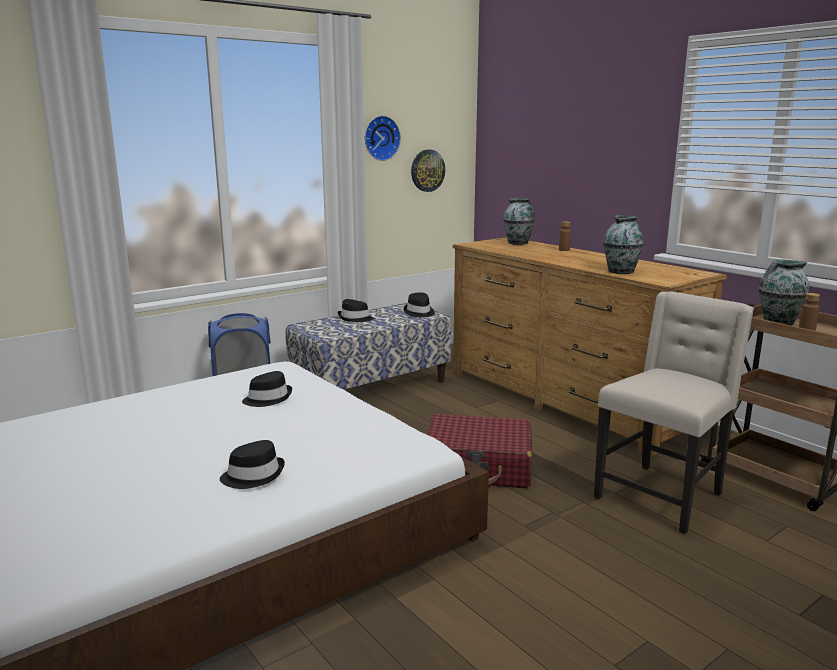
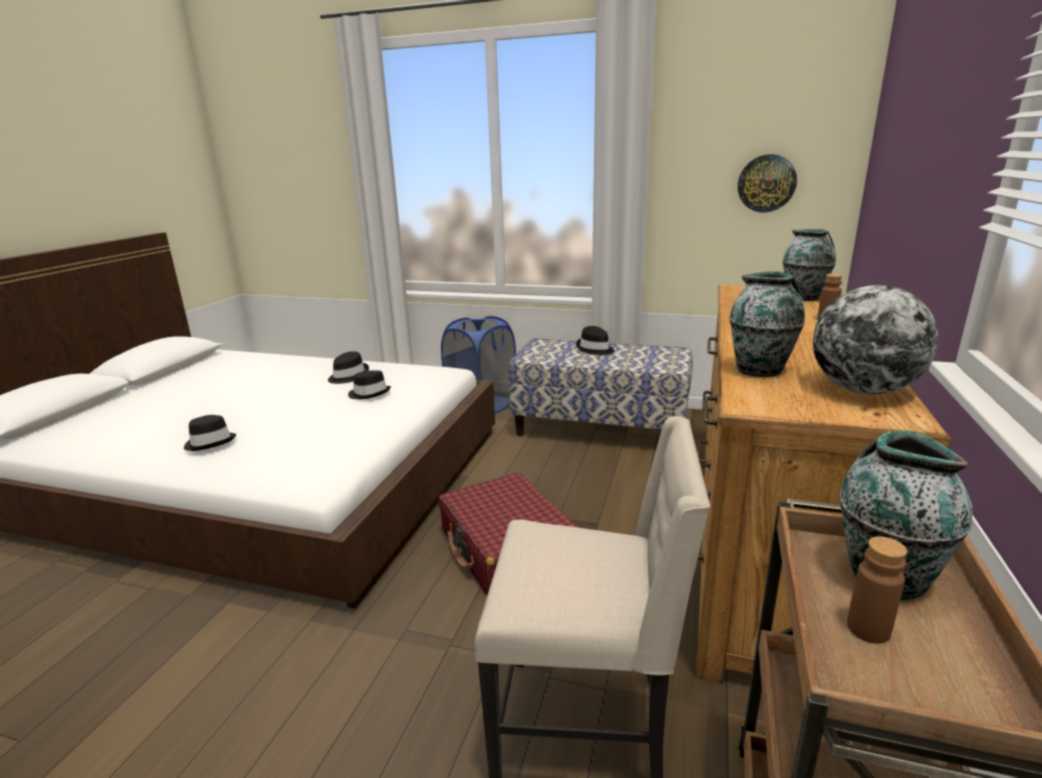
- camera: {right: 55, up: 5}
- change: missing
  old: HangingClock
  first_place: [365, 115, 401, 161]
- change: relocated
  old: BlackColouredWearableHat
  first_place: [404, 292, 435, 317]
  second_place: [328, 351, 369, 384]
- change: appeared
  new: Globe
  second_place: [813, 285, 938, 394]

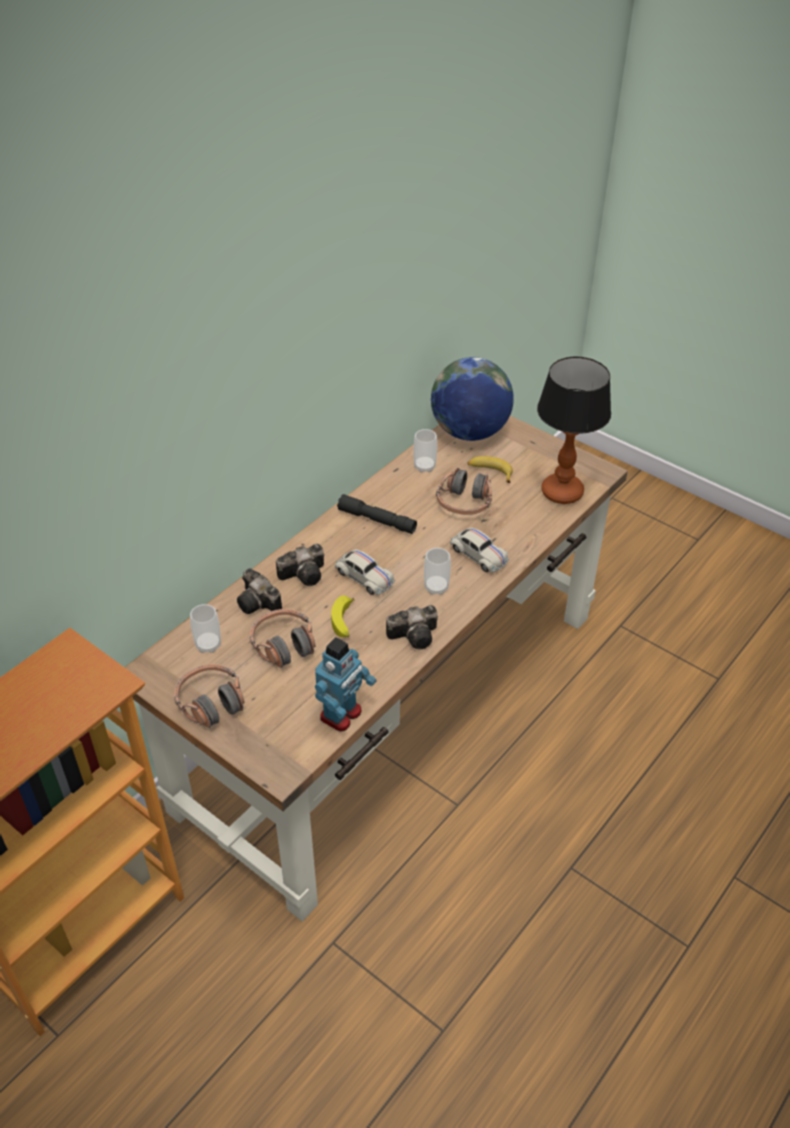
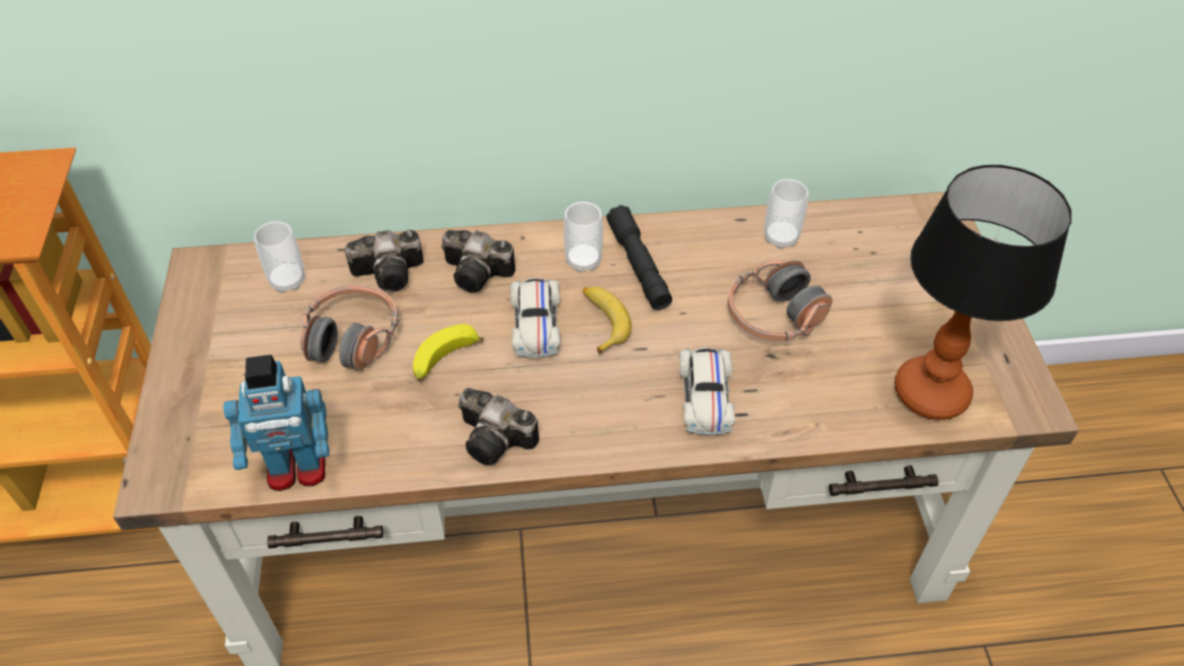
- camera: {right: 45, up: 5}
- change: missing
  old: Globe
  first_place: [431, 357, 514, 441]
- change: relocated
  old: WholeBanana
  first_place: [467, 456, 513, 483]
  second_place: [583, 287, 632, 354]
- change: relocated
  old: Cup
  first_place: [424, 548, 451, 595]
  second_place: [564, 202, 603, 273]
- change: spun
  old: StillCamera
  first_place: [237, 568, 282, 614]
  second_place: [345, 230, 424, 292]
  degrees: -105
- change: missing
  old: Headset
  first_place: [174, 664, 244, 728]

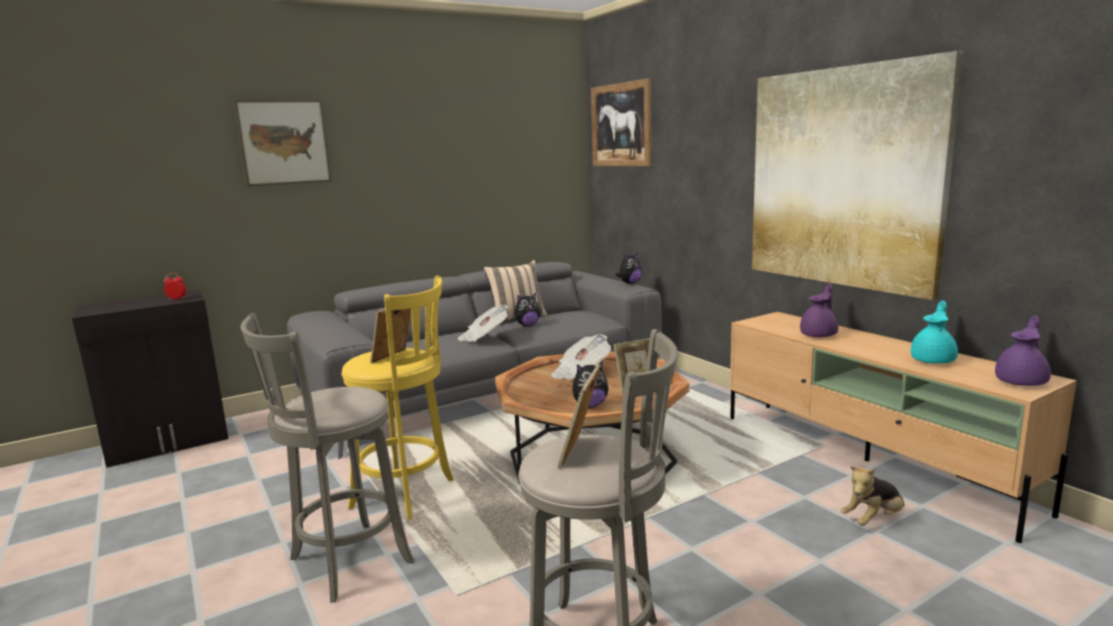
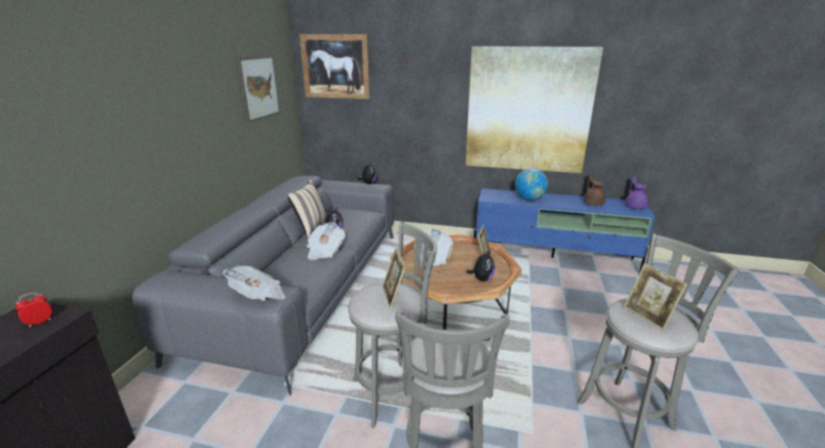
- camera: {right: -45, up: 10}
- change: relocated
  old: Picture
  first_place: [234, 100, 332, 187]
  second_place: [238, 56, 280, 122]
- change: colour
  old: YellowColouredSittingStool
  new: GraySittingStool
  first_place: [341, 275, 454, 520]
  second_place: [348, 221, 437, 428]
- change: exchanged
  old: PurplishPotForTea
  new: Globe
  first_place: [800, 283, 838, 337]
  second_place: [515, 168, 548, 201]
- change: colour
  old: BlueGreenPotForTea
  new: BrownPotForTea
  first_place: [911, 300, 958, 364]
  second_place: [584, 173, 606, 206]
- change: colour
  old: SandColouredTvStand
  new: BluishTvStand
  first_place: [730, 312, 1077, 543]
  second_place: [474, 188, 655, 273]
- change: missing
  old: CuddlyToy
  first_place: [841, 466, 904, 526]
- change: appeared
  new: DailyPaper
  second_place: [223, 266, 285, 301]

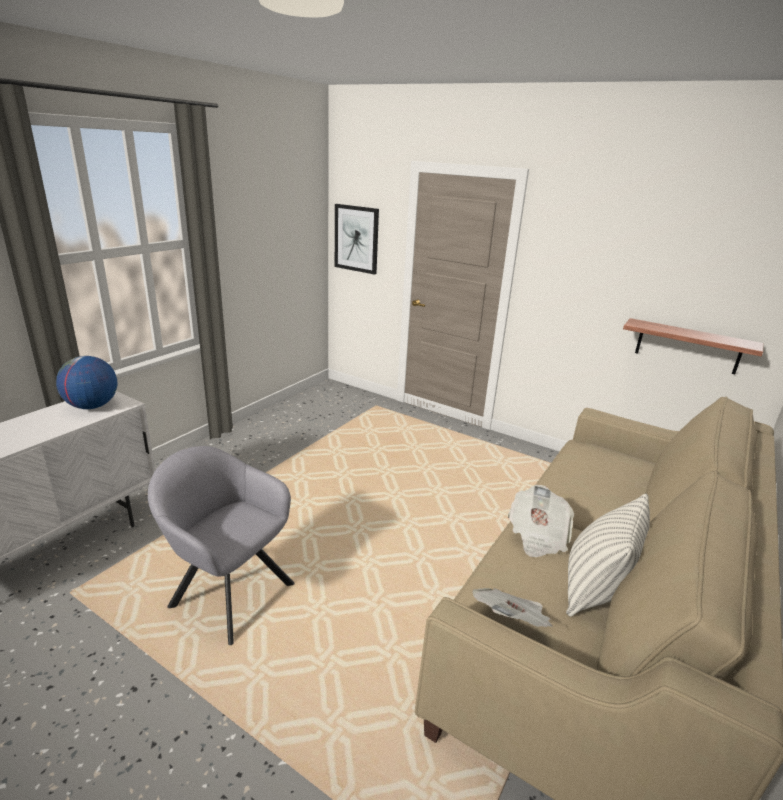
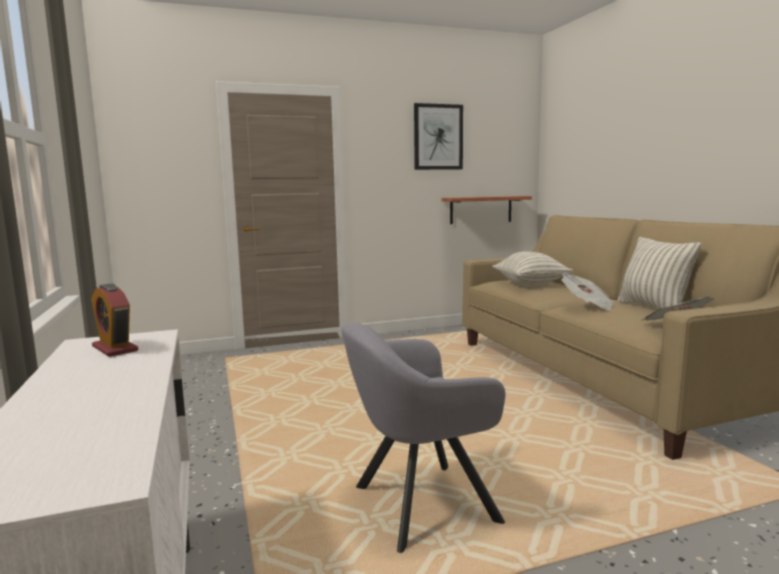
- camera: {right: -50, up: -15}
- change: relocated
  old: Picture
  first_place: [335, 204, 379, 275]
  second_place: [414, 103, 463, 170]
- change: exchanged
  old: Globe
  new: TableClock
  first_place: [56, 356, 117, 409]
  second_place: [91, 284, 138, 357]
- change: appeared
  new: Cushion
  second_place: [492, 252, 573, 287]

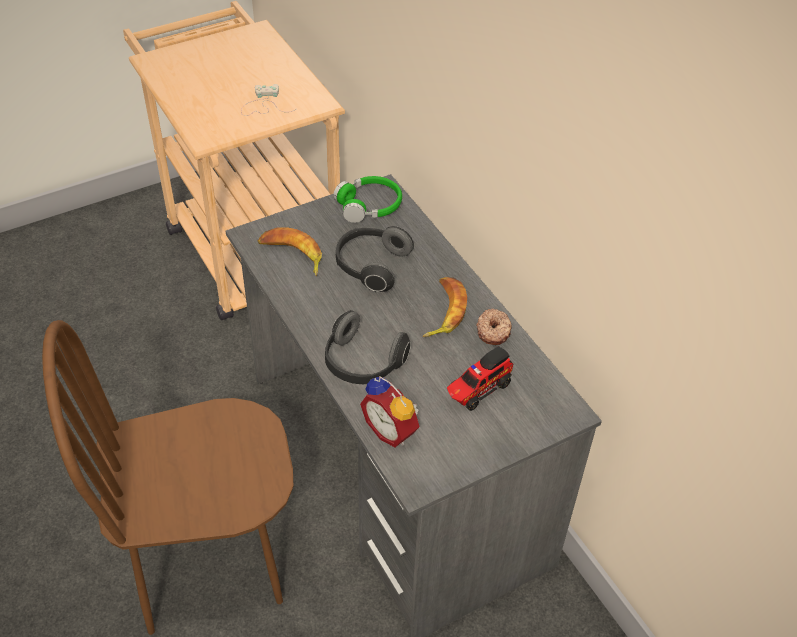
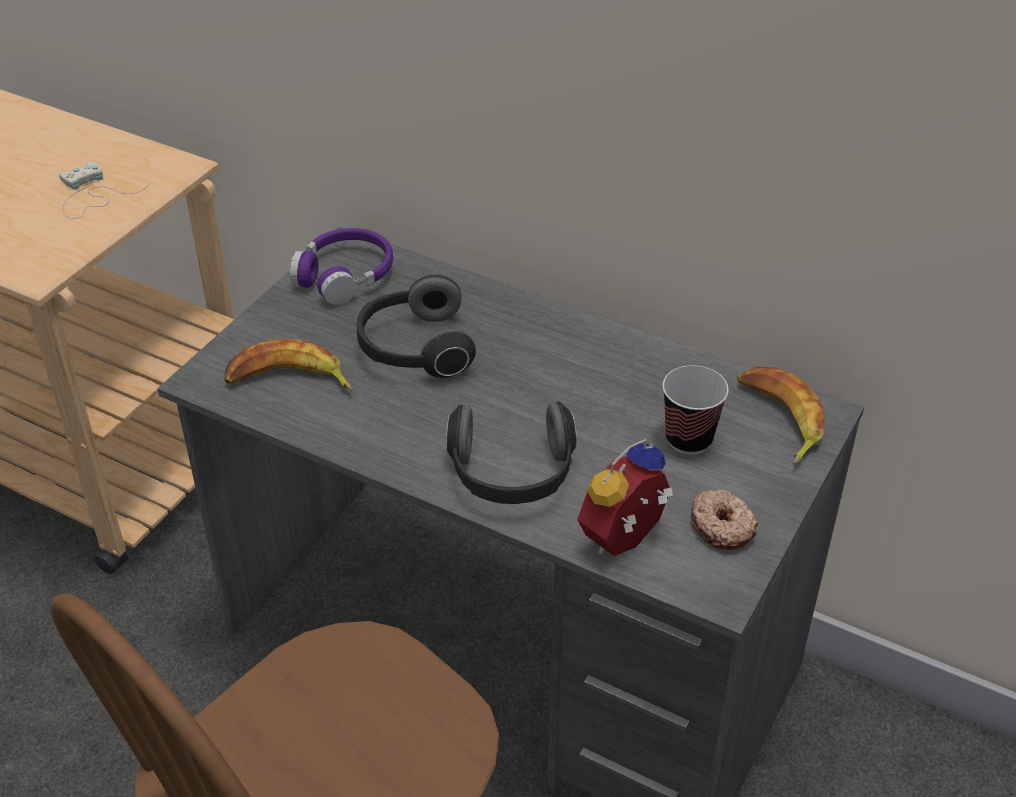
- camera: {right: -30, up: -5}
- change: colour
  old: GreenishHeadset
  new: PurplishHeadset
  first_place: [333, 176, 402, 223]
  second_place: [290, 228, 393, 305]
- change: relocated
  old: WholeBanana
  first_place: [423, 277, 467, 337]
  second_place: [737, 367, 825, 465]
- change: relocated
  old: RingDoughnut
  first_place: [476, 308, 512, 345]
  second_place: [691, 490, 758, 550]
- change: exchanged
  old: ToyLorry
  new: Cup
  first_place: [447, 346, 513, 411]
  second_place: [662, 365, 729, 455]
- change: spun
  old: TableClock
  first_place: [360, 376, 420, 447]
  second_place: [577, 439, 673, 556]
  degrees: 120

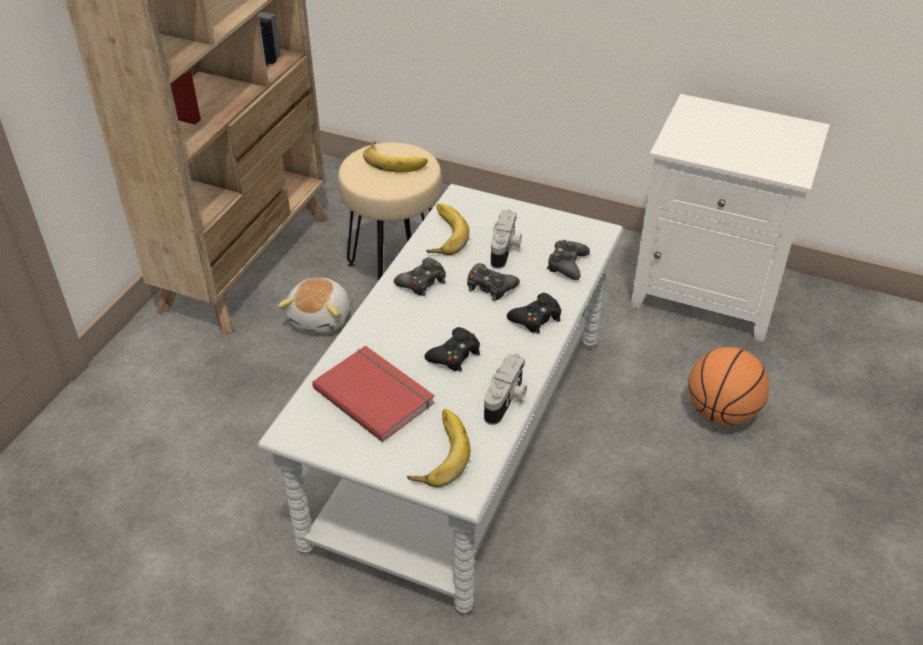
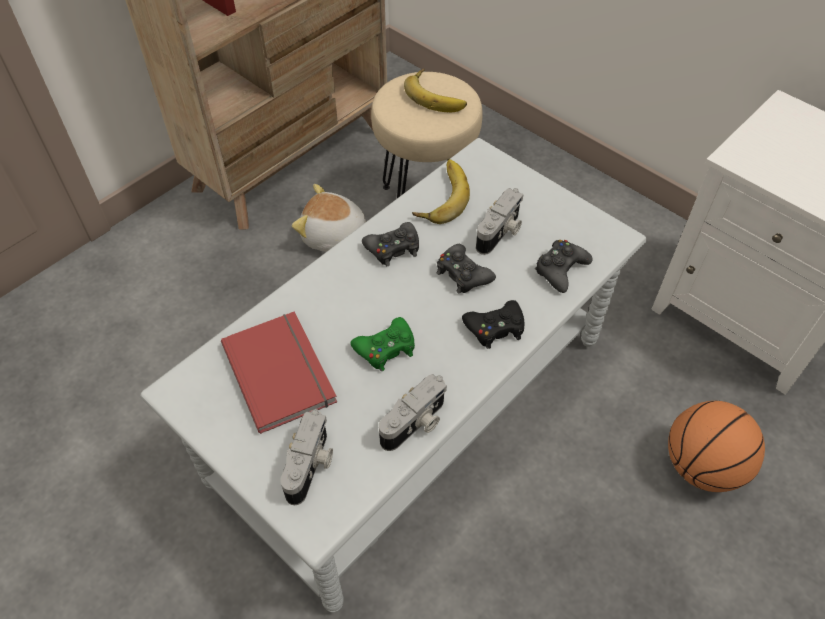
- camera: {right: 20, up: 10}
- change: spun
  old: CuddlyToy
  first_place: [278, 278, 349, 333]
  second_place: [292, 184, 366, 252]
  degrees: 75
- change: colour
  old: BlackColouredGameController
  new: GreenishGameController
  first_place: [425, 327, 480, 371]
  second_place: [351, 317, 415, 371]
- change: exchanged
  old: WholeBanana
  new: StillCamera
  first_place: [407, 409, 470, 487]
  second_place: [280, 409, 333, 505]

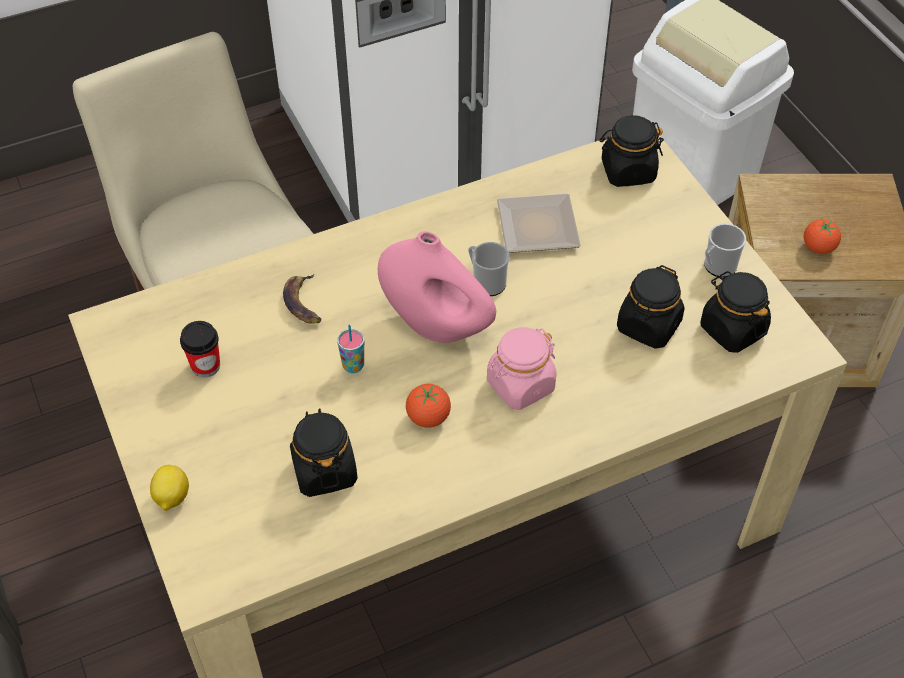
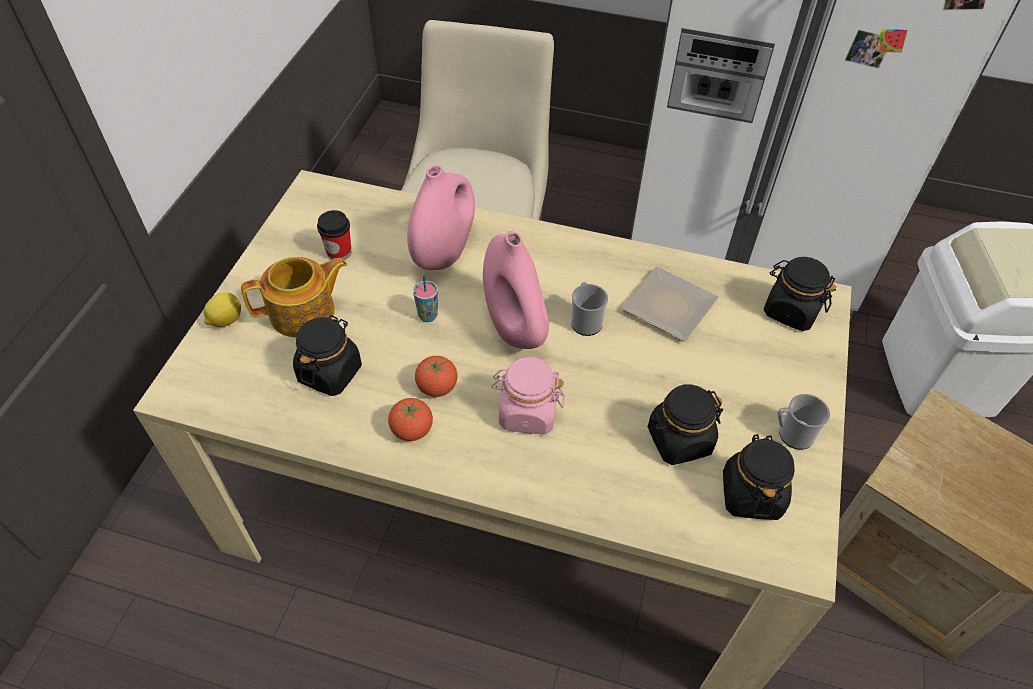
- camera: {right: 40, up: 0}
- change: relocated
  old: FreshTomato
  first_place: [804, 219, 841, 254]
  second_place: [388, 398, 433, 441]
- change: exchanged
  old: WholeBanana
  new: PinkDecorativeVase
  first_place: [283, 274, 321, 324]
  second_place: [407, 165, 475, 270]
- change: appeared
  new: PotForTea
  second_place: [241, 257, 347, 338]

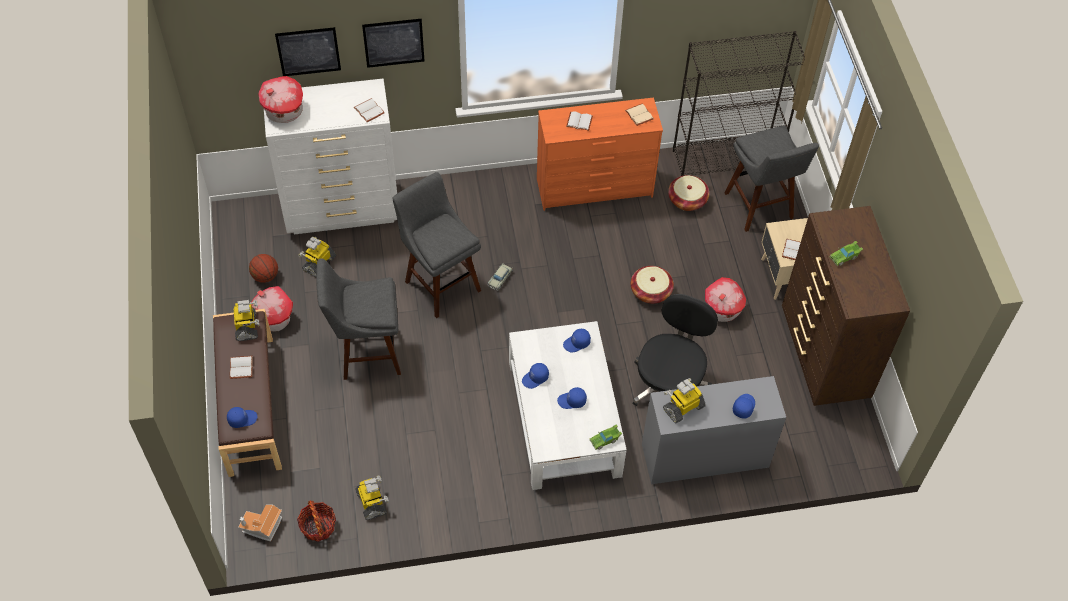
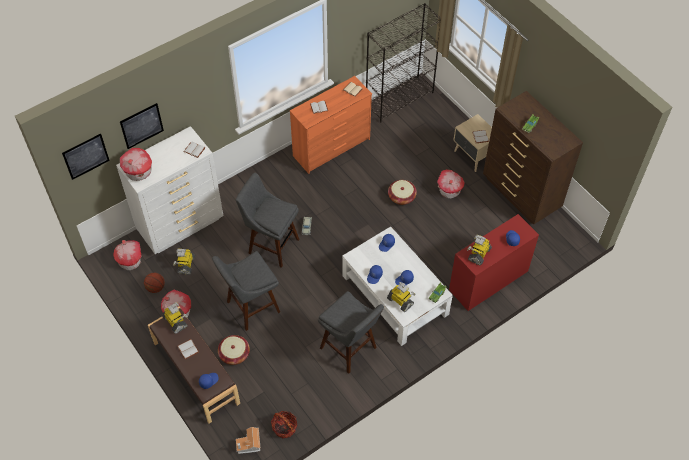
- camera: {right: -25, up: 0}
- change: relocated
  old: Picture
  first_place: [362, 19, 424, 68]
  second_place: [62, 134, 110, 180]
- change: relocated
  old: GraySittingStool
  first_place: [724, 125, 819, 232]
  second_place: [318, 291, 384, 374]
- change: relocated
  old: HouseholdBasket
  first_place: [668, 175, 710, 211]
  second_place: [218, 335, 250, 365]
- change: missing
  old: BlackColouredDeskChair
  first_place: [633, 294, 718, 406]
- change: colour
  old: GrayDesk
  new: RedDesk
  first_place: [642, 376, 786, 484]
  second_place: [449, 214, 539, 311]
- change: relocated
  old: ModelRobot
  first_place: [355, 476, 389, 520]
  second_place: [387, 282, 415, 312]
- change: appeared
  new: MiniatureHouse
  second_place: [113, 240, 142, 270]

